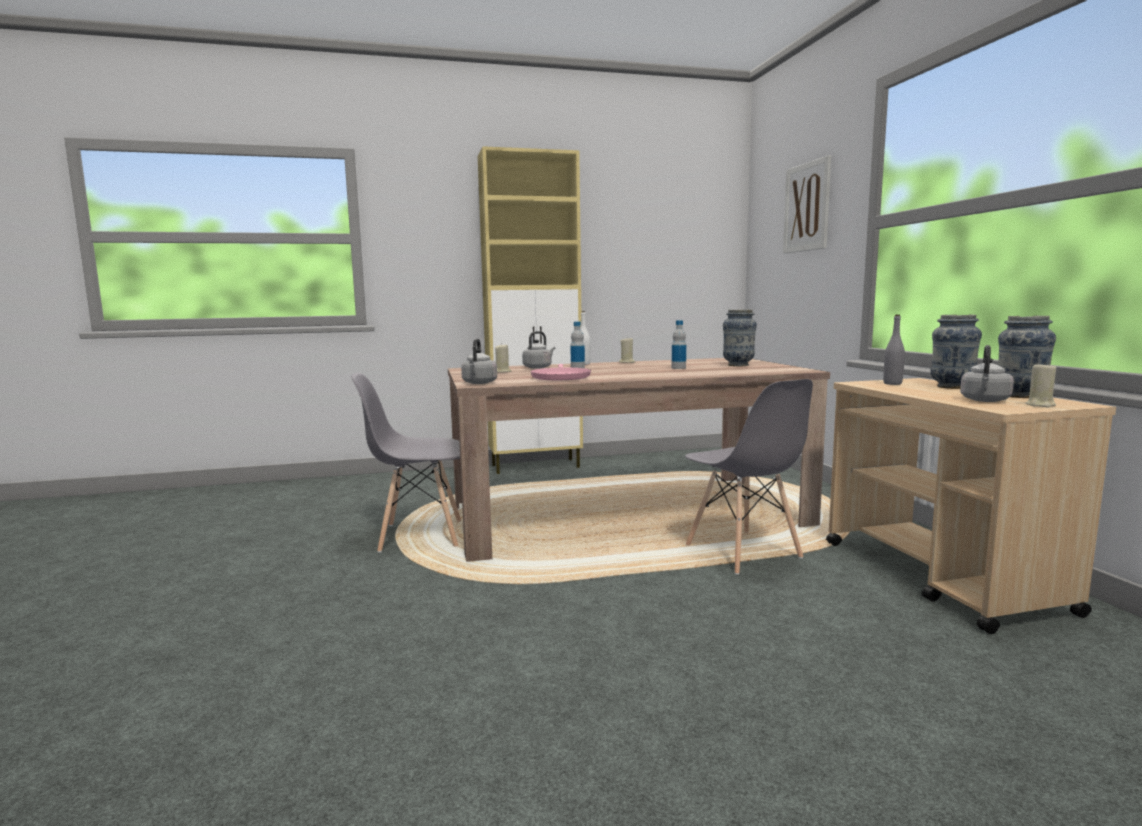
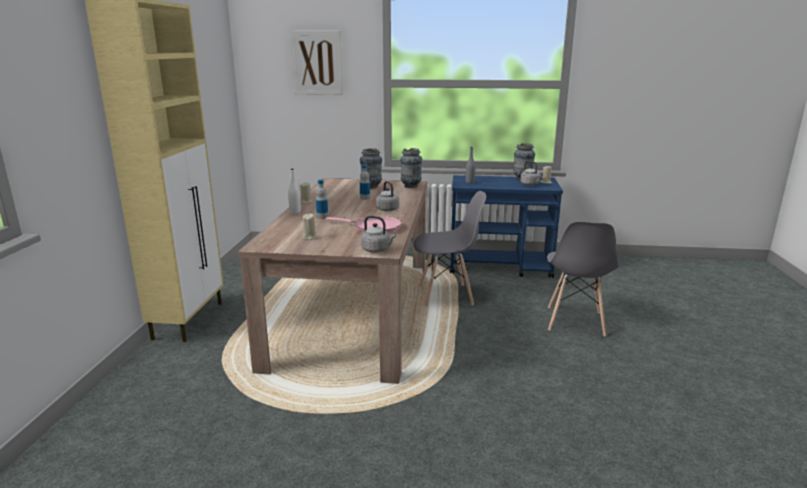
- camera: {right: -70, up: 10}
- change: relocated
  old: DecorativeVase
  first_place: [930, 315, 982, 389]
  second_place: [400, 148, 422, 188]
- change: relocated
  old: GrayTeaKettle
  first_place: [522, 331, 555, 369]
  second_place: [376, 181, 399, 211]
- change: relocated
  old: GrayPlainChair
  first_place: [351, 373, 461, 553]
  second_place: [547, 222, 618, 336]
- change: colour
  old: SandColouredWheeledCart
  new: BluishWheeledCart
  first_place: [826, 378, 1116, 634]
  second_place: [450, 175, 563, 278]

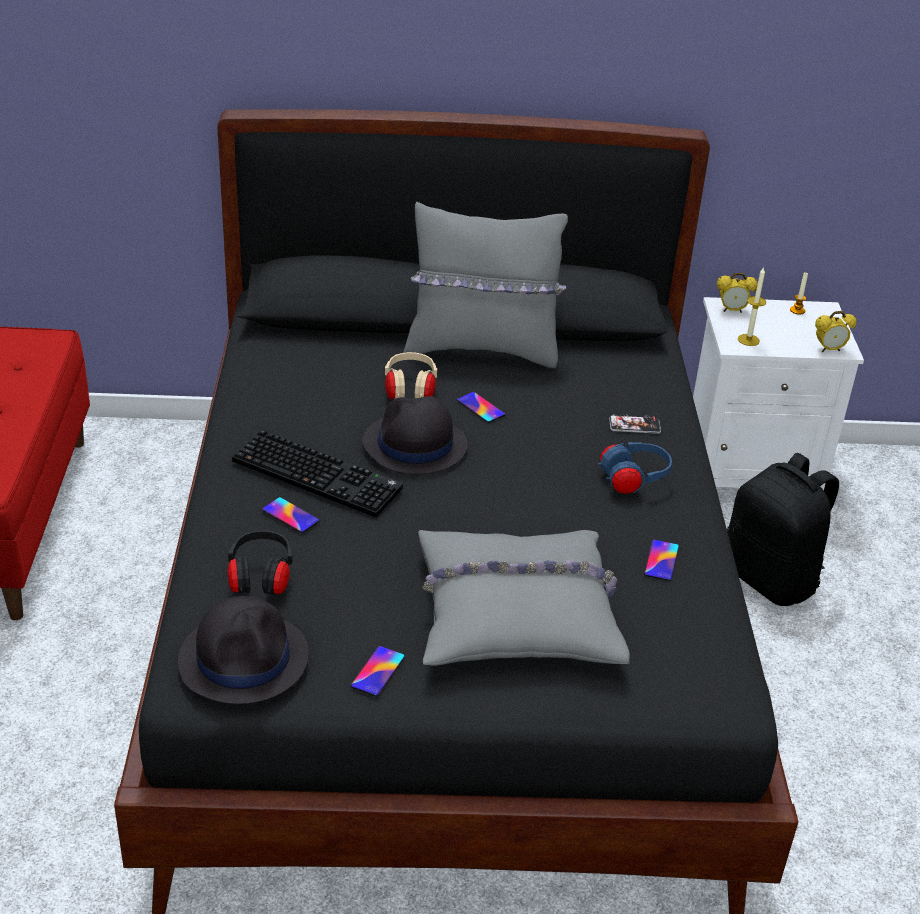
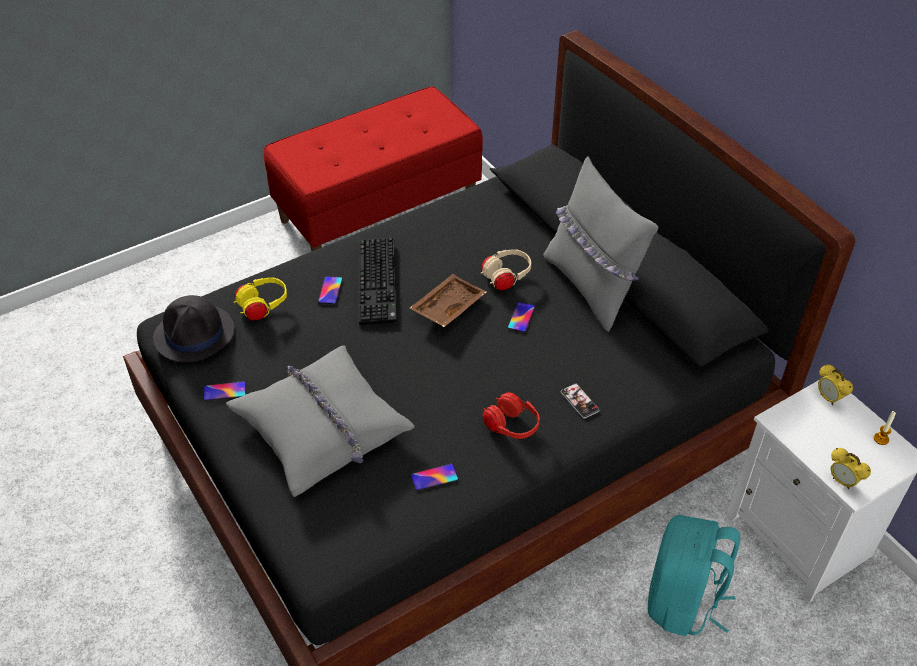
- camera: {right: 60, up: 10}
- change: missing
  old: WaxLight
  first_place: [738, 267, 766, 346]
- change: exchanged
  old: BlackColouredWearableHat
  new: BrownCarryingTray
  first_place: [362, 396, 468, 474]
  second_place: [409, 274, 486, 327]
- change: colour
  old: BluishHeadset
  new: RedHeadset
  first_place: [597, 442, 672, 494]
  second_place: [482, 392, 540, 439]
- change: colour
  old: BlackColouredBackpack
  new: BlueGreenBackpack
  first_place: [727, 453, 839, 606]
  second_place: [648, 515, 740, 636]
- change: colour
  old: BlackColouredHeadset
  new: YellowColouredHeadset
  first_place: [227, 530, 293, 595]
  second_place: [234, 277, 287, 320]

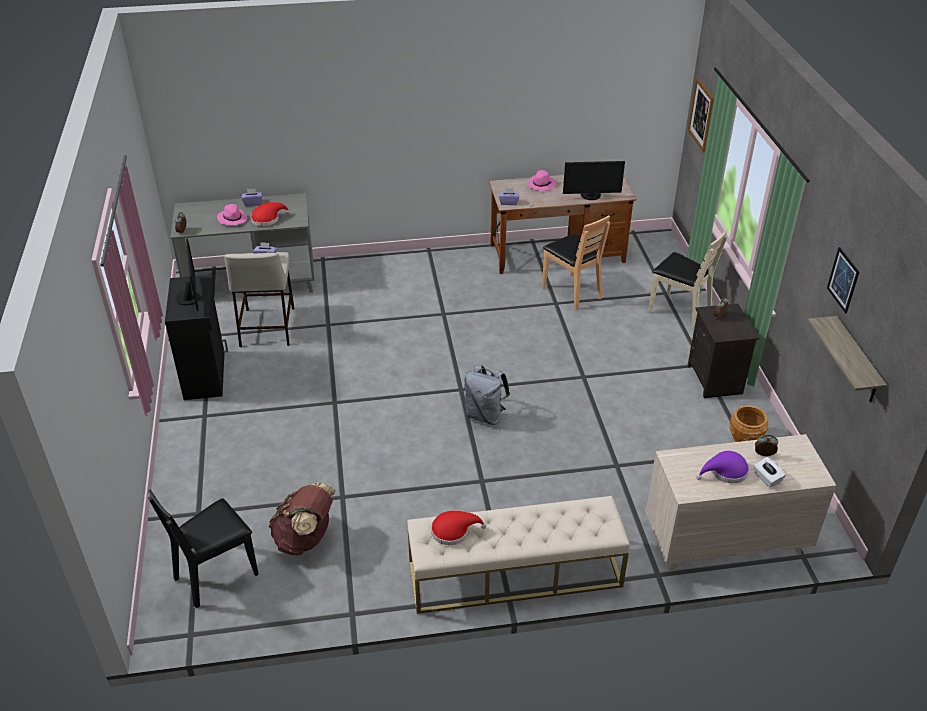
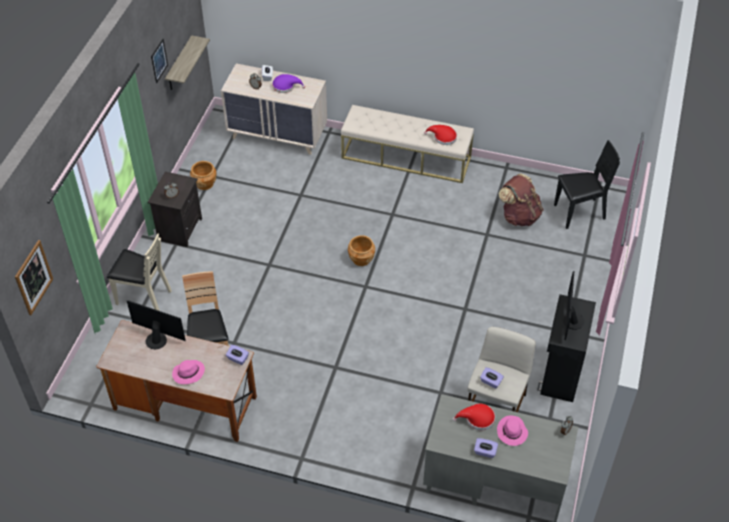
- camera: {right: -155, up: 10}
- change: spun
  old: SandColouredPlainChair
  first_place: [648, 230, 728, 329]
  second_place: [107, 233, 172, 311]
  degrees: 135
- change: exchanged
  old: GrayBackpack
  new: BrownPlanter
  first_place: [464, 365, 510, 425]
  second_place: [348, 235, 375, 266]

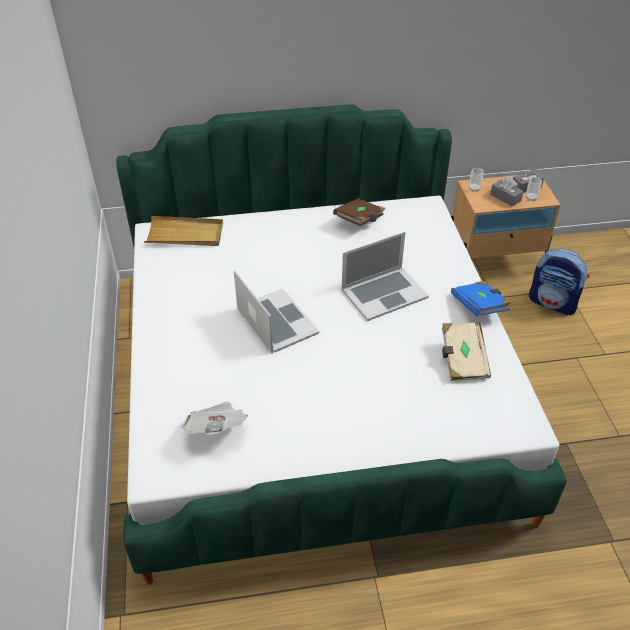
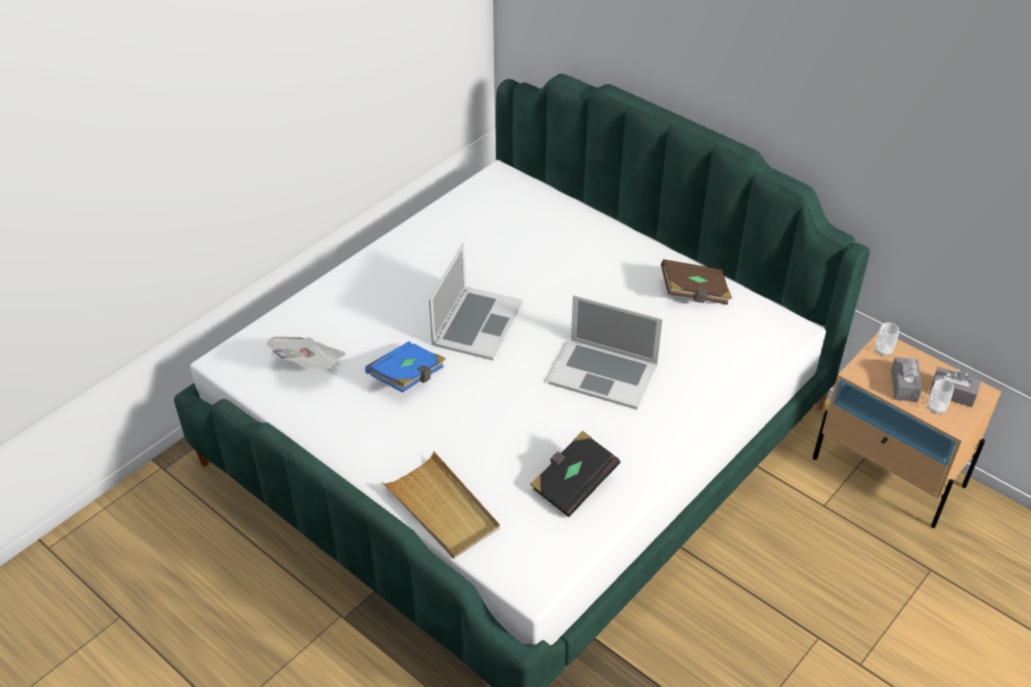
- camera: {right: 50, up: 0}
- change: relocated
  old: SandColouredCarryingTray
  first_place: [144, 216, 223, 246]
  second_place: [382, 452, 500, 559]
- change: missing
  old: Backpack
  first_place: [529, 249, 590, 315]
- change: relocated
  old: BluishBook
  first_place: [451, 281, 511, 316]
  second_place: [365, 341, 446, 393]
- change: colour
  old: SandColouredBook
  new: BlackColouredBook
  first_place: [442, 322, 491, 381]
  second_place: [530, 431, 621, 517]

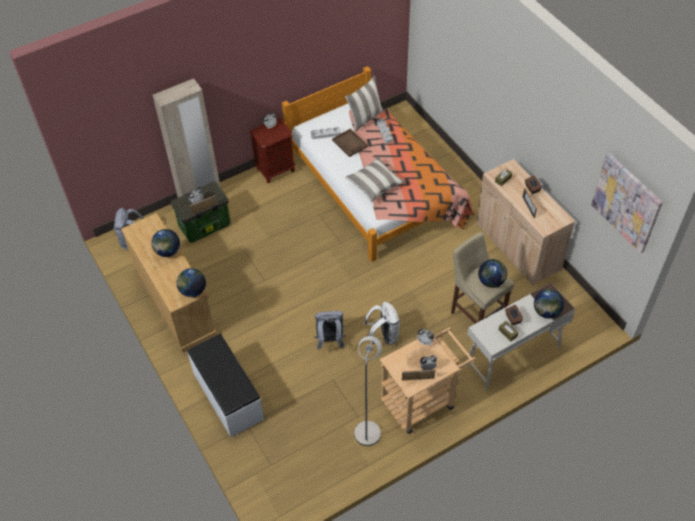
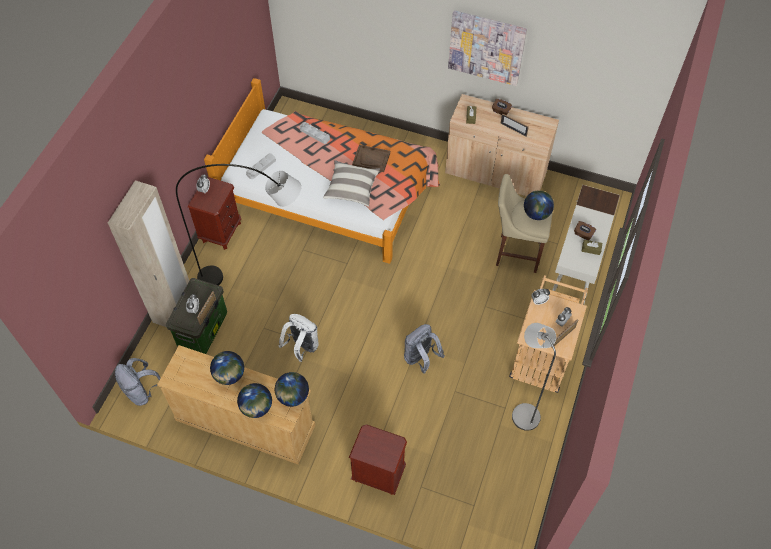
- camera: {right: -40, up: 5}
- change: missing
  old: Cushion
  first_place: [345, 76, 384, 132]
- change: relocated
  old: BrownCarryingTray
  first_place: [332, 129, 368, 157]
  second_place: [352, 145, 390, 172]
- change: relocated
  old: Picture
  first_place: [591, 153, 663, 253]
  second_place: [448, 10, 527, 86]
- change: relocated
  old: Globe
  first_place: [534, 289, 564, 319]
  second_place: [237, 383, 272, 418]
- change: relocated
  old: WhitishBackpack
  first_place: [364, 302, 400, 345]
  second_place: [279, 314, 319, 362]
- change: exchanged
  old: WhitishLongSeat
  new: BrownNightTable
  first_place: [187, 334, 264, 437]
  second_place: [349, 424, 407, 495]
- change: appeared
  new: GrayStandingLamp
  second_place: [176, 164, 301, 286]

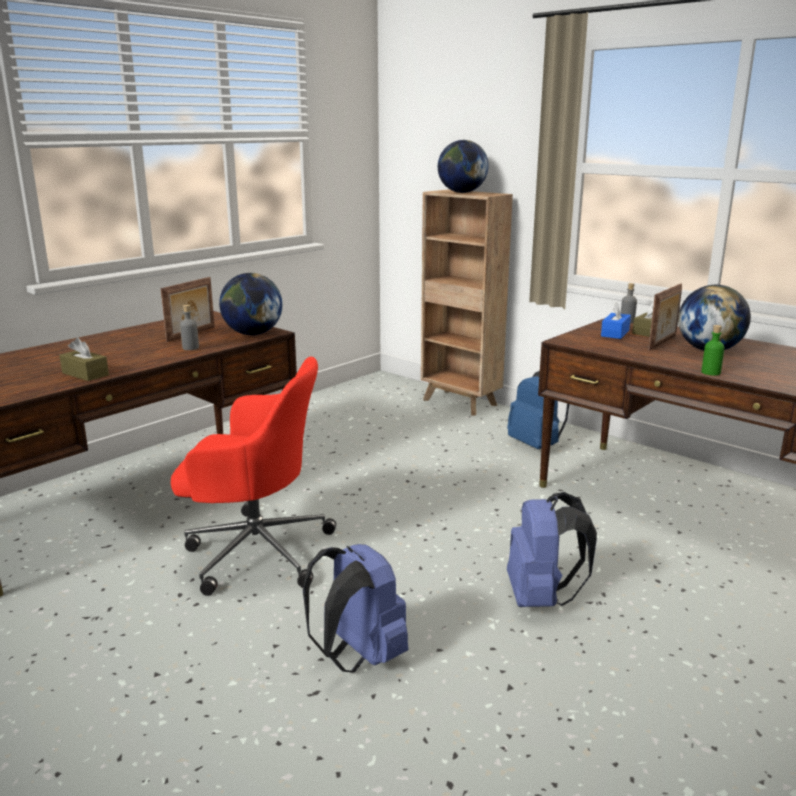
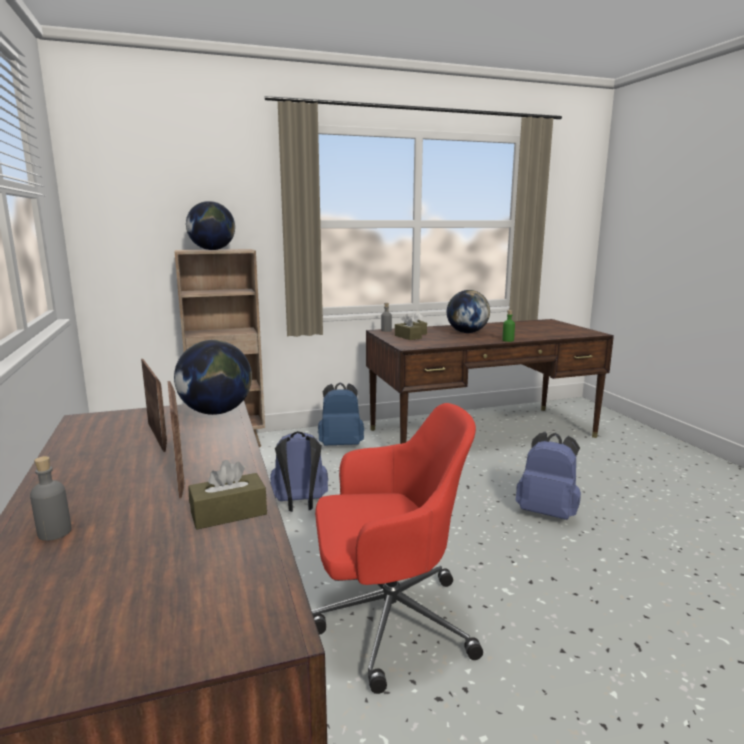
- camera: {right: -60, up: -5}
- change: relocated
  old: PictureFrame
  first_place: [648, 284, 682, 350]
  second_place: [168, 381, 185, 498]
- change: colour
  old: BluishTissueHolder
  new: BrownTissueHolder
  first_place: [601, 302, 631, 339]
  second_place: [395, 314, 422, 340]
- change: relocated
  old: GrayBeverageBottle
  first_place: [180, 305, 199, 350]
  second_place: [30, 456, 72, 541]
- change: spun
  old: RedDeskChair
  first_place: [171, 357, 336, 596]
  second_place: [311, 403, 483, 694]
  degrees: 45
- change: relocated
  old: BluishBackpack
  first_place: [303, 544, 408, 673]
  second_place: [270, 431, 328, 512]

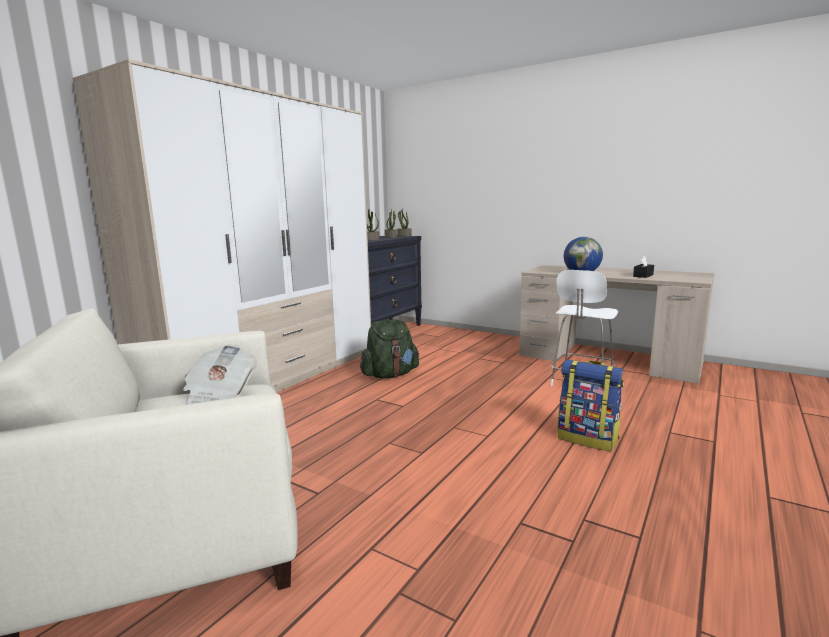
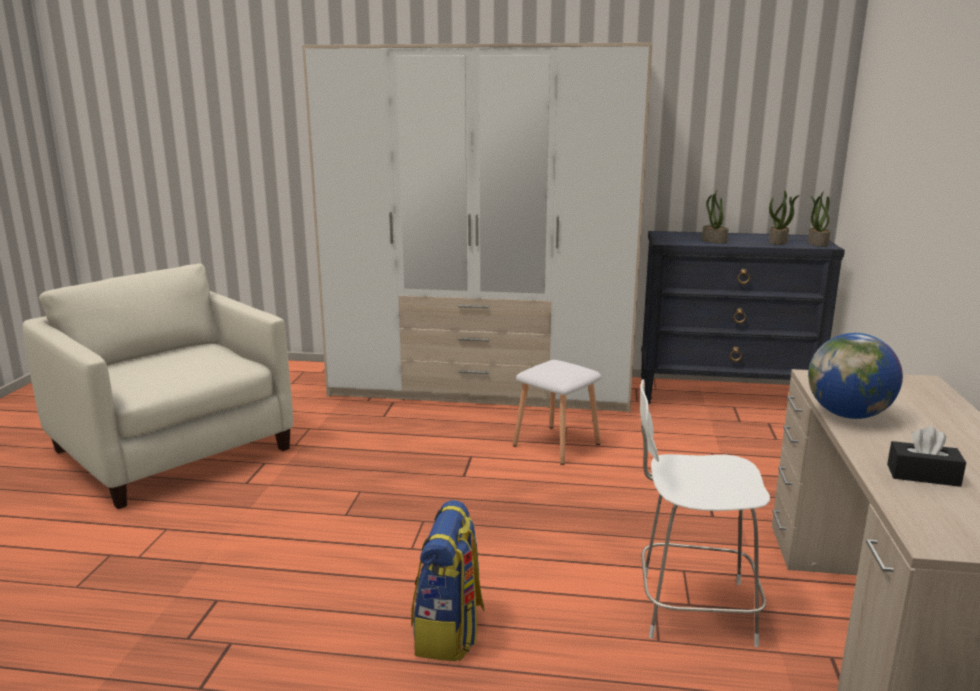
- camera: {right: 65, up: 5}
- change: exchanged
  old: GreenishBackpack
  new: WhitishSittingStool
  first_place: [360, 319, 419, 379]
  second_place: [513, 360, 602, 465]
- change: missing
  old: DailyPaper
  first_place: [183, 345, 257, 405]

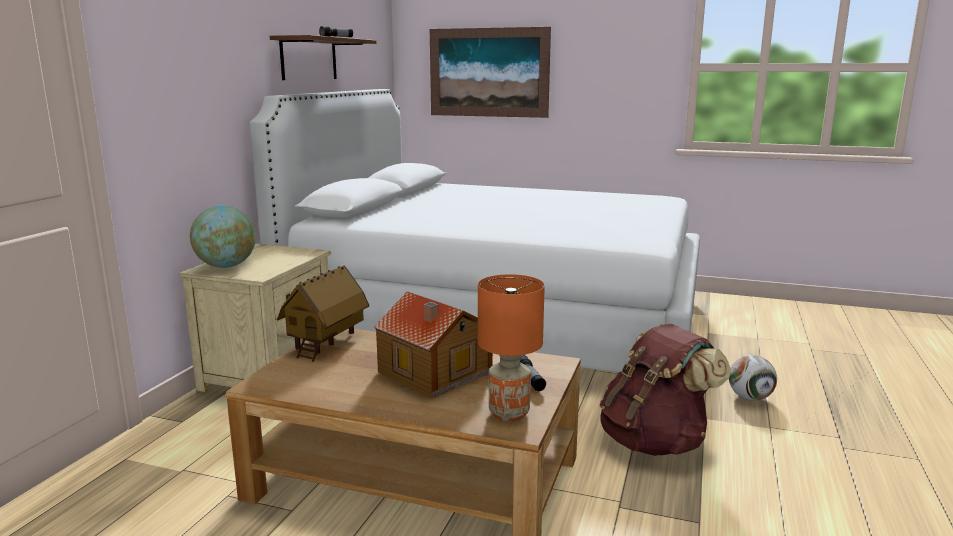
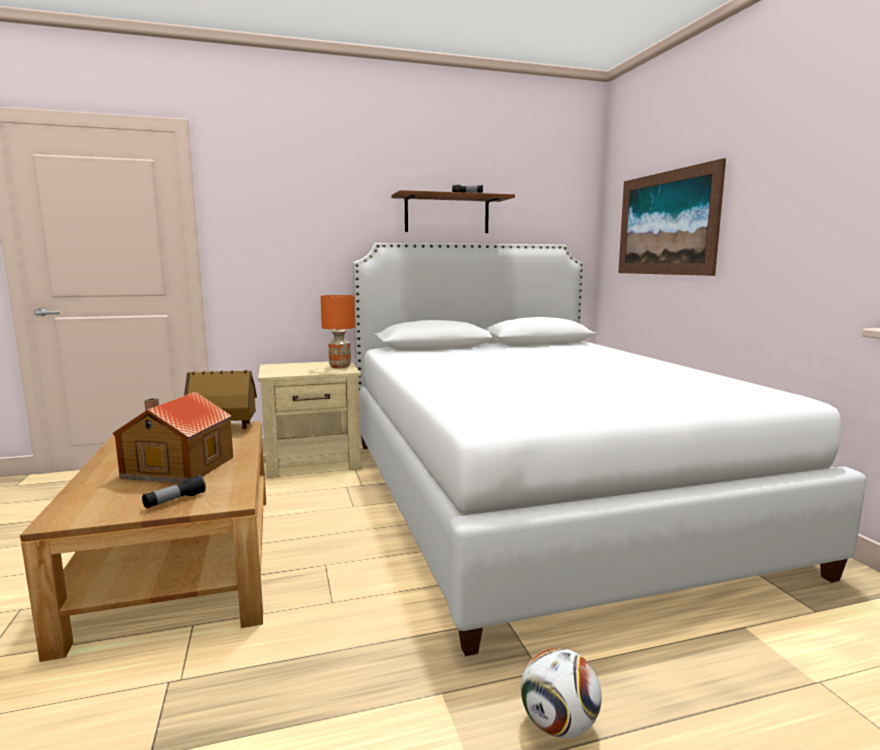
- camera: {right: 55, up: -5}
- change: missing
  old: Globe
  first_place: [190, 206, 256, 268]
- change: relocated
  old: OrangeColouredTableLamp
  first_place: [478, 274, 545, 421]
  second_place: [321, 295, 356, 368]
- change: missing
  old: BrownBackpack
  first_place: [600, 324, 731, 456]

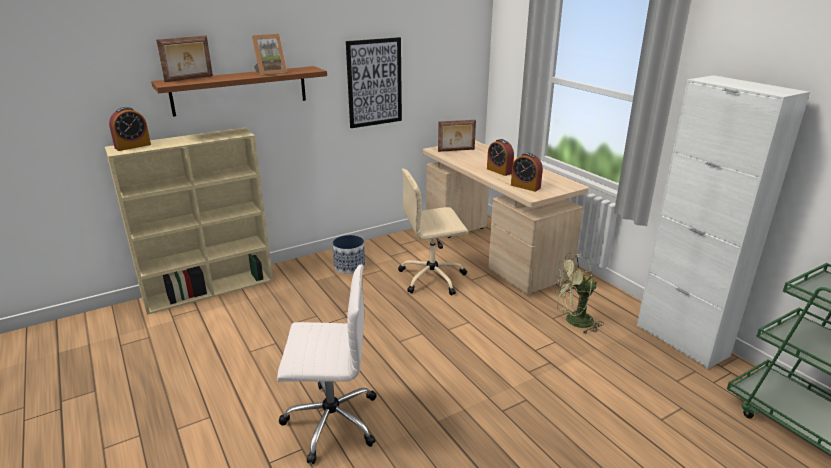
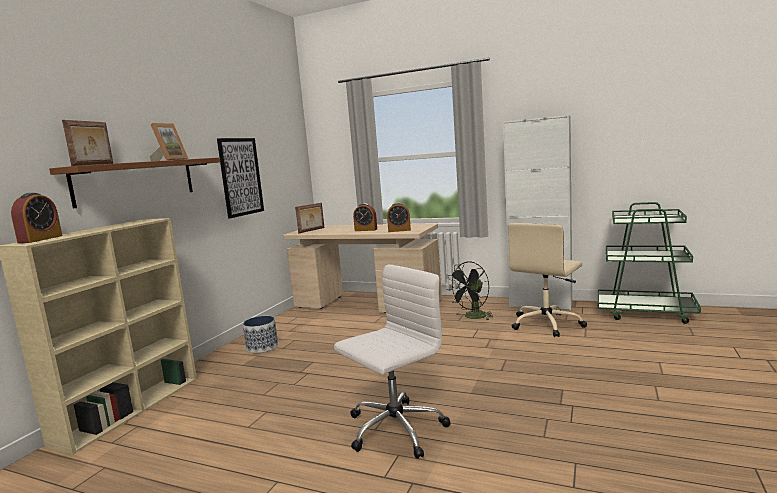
- camera: {right: -35, up: -15}
- change: relocated
  old: SandColouredDeskChair
  first_place: [398, 168, 468, 296]
  second_place: [508, 223, 587, 337]
- change: colour
  old: GreenishElectricFan
  new: BlackColouredElectricFan
  first_place: [554, 253, 604, 334]
  second_place: [447, 261, 493, 320]

